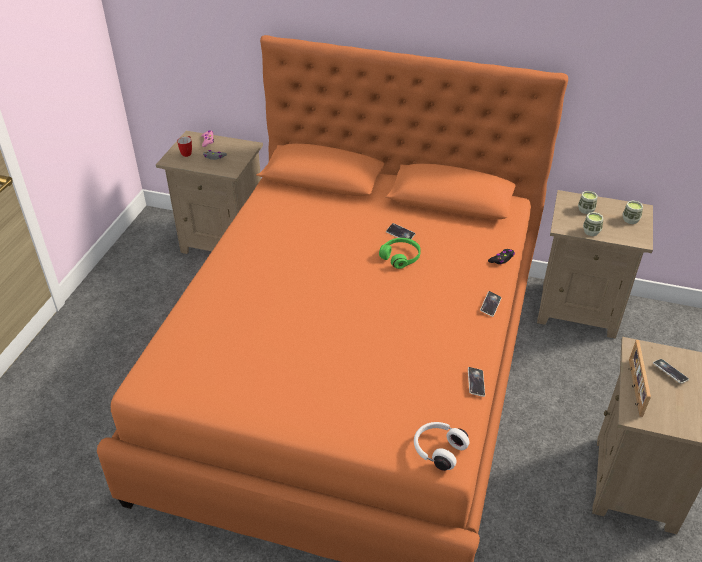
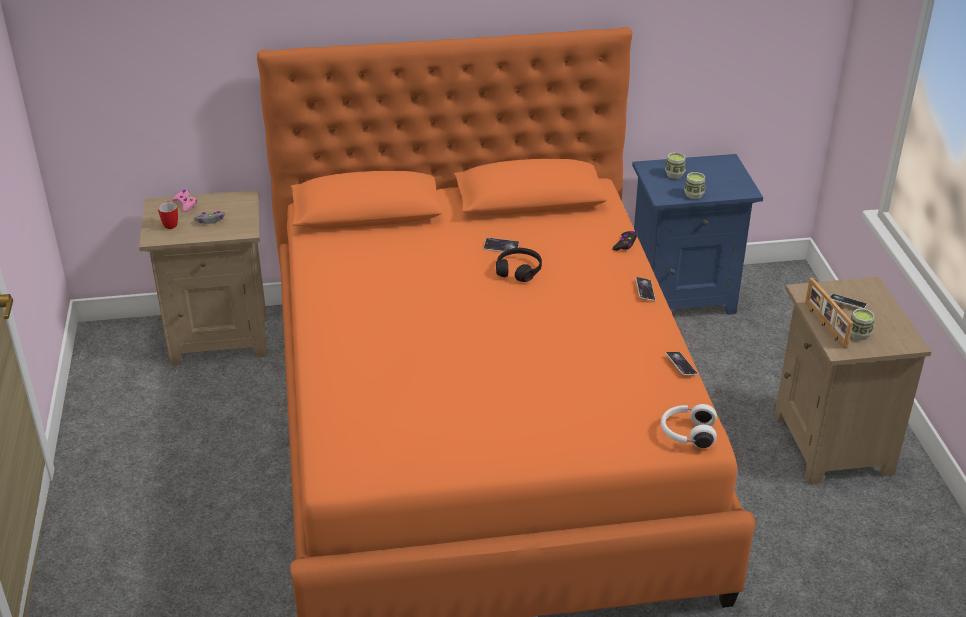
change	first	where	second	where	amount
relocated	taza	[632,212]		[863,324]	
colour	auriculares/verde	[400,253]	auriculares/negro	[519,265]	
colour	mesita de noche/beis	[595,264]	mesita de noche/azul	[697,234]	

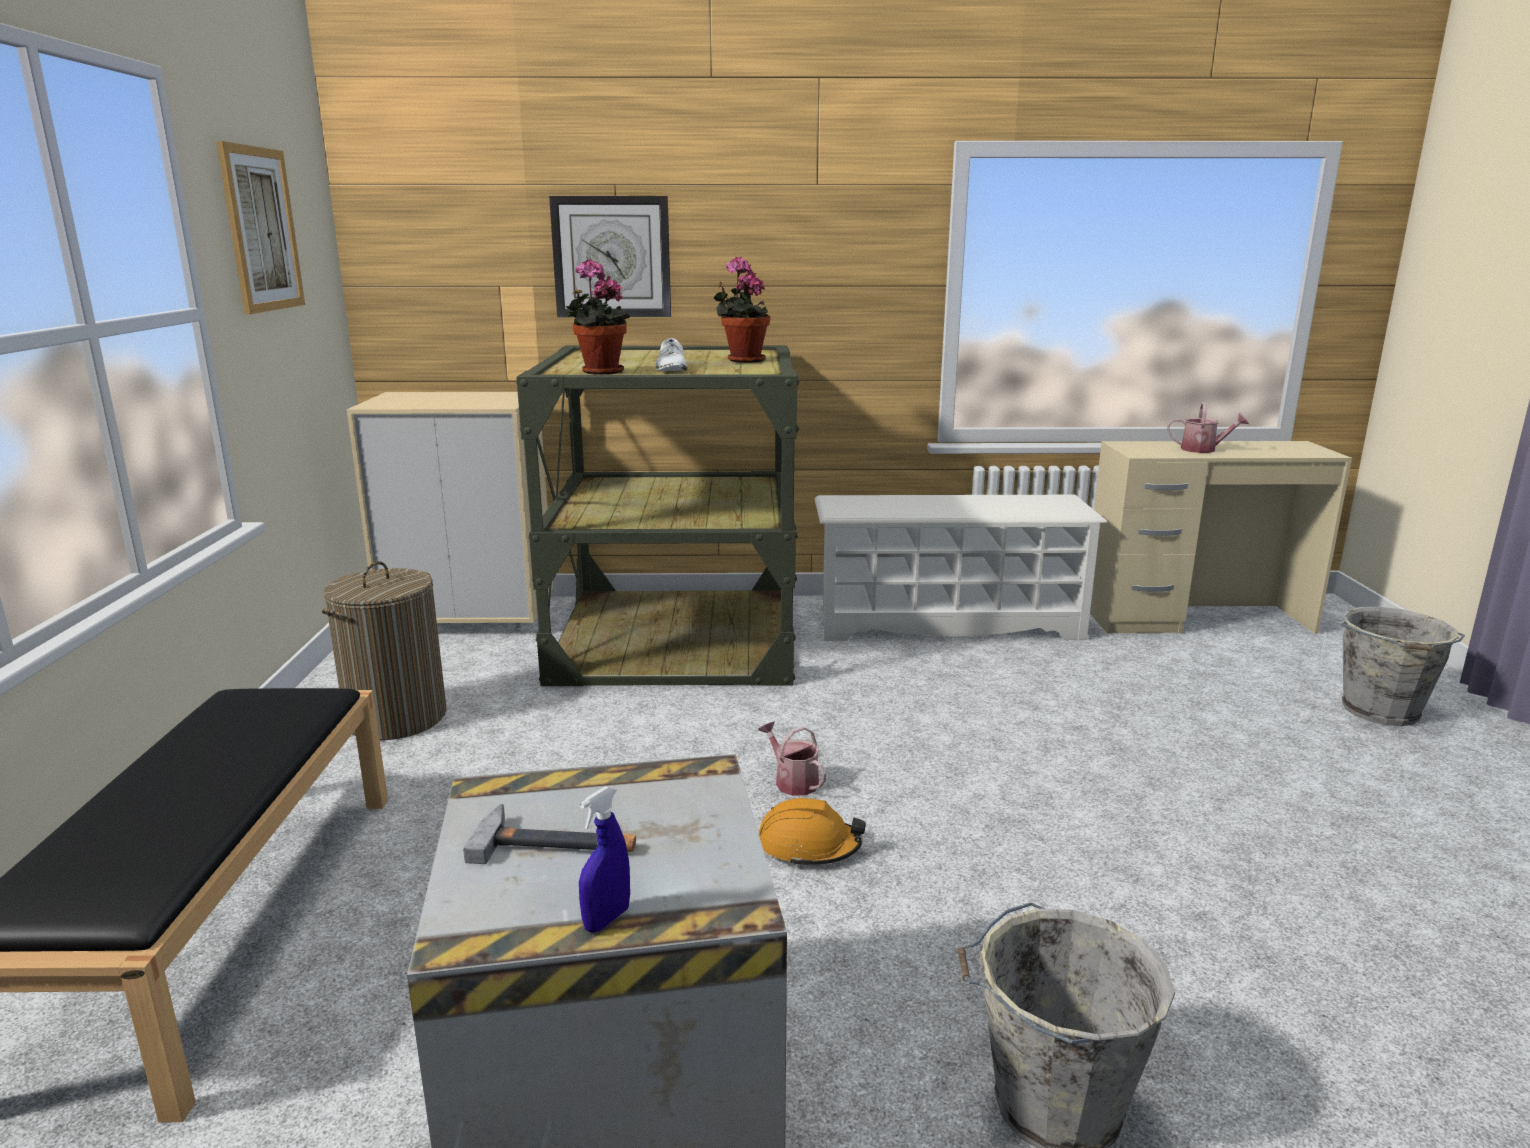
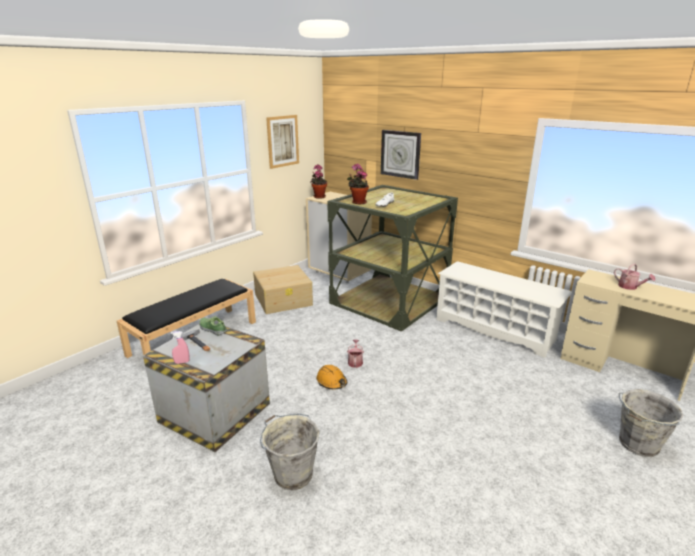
change	first	where	second	where	amount
appeared			zapato	[213,326]	
relocated	planta en maceta	[742,309]		[318,181]	
exchanged	cesto de la ropa	[384,650]	caja de almacenaje/beis	[283,289]	
colour	pulverizador/azul	[604,859]	pulverizador/rosa	[180,347]	

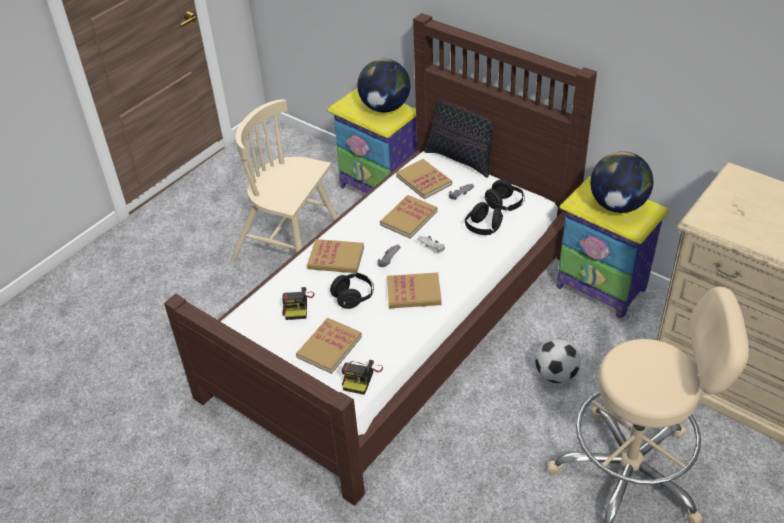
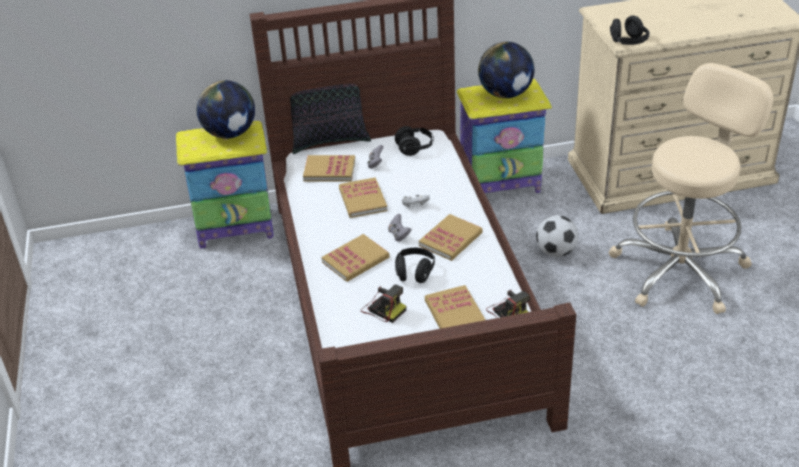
change	first	where	second	where	amount
missing	silla/beis	[284,180]			
relocated	auriculares/negro	[484,218]		[630,30]	

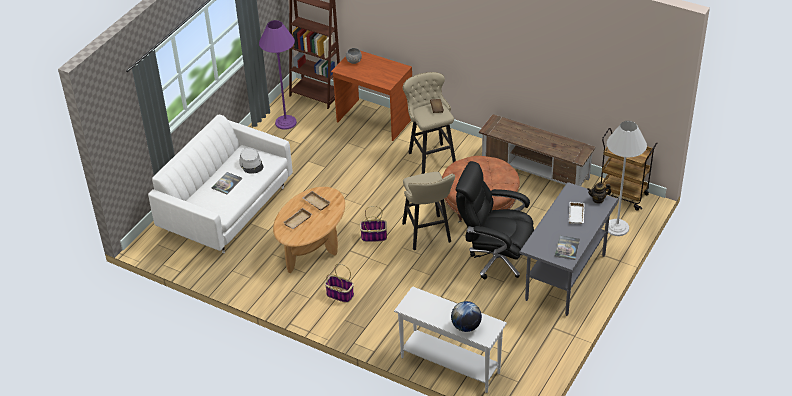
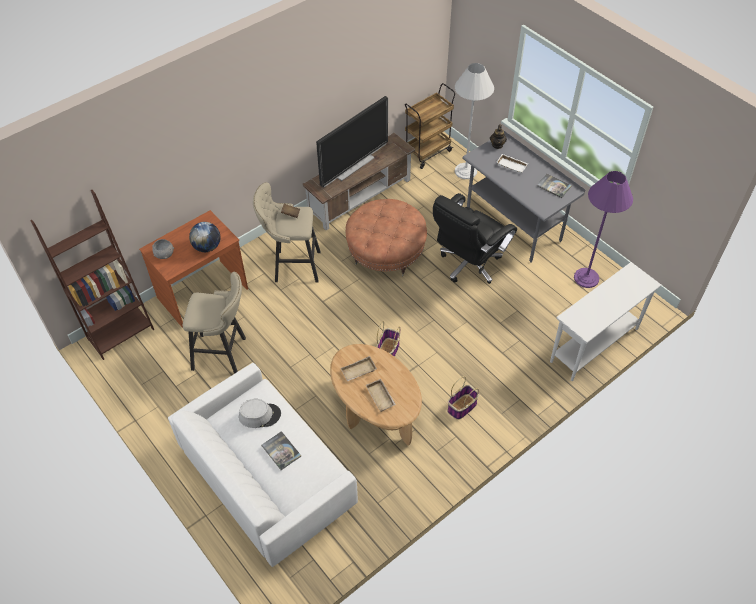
change	first	where	second	where	amount
appeared			televisor	[352,141]	
relocated	lámpara de pie/morado	[278,75]		[603,229]	
relocated	taburete/beis	[428,211]		[214,323]	
relocated	globo terráqueo	[466,316]		[205,237]	

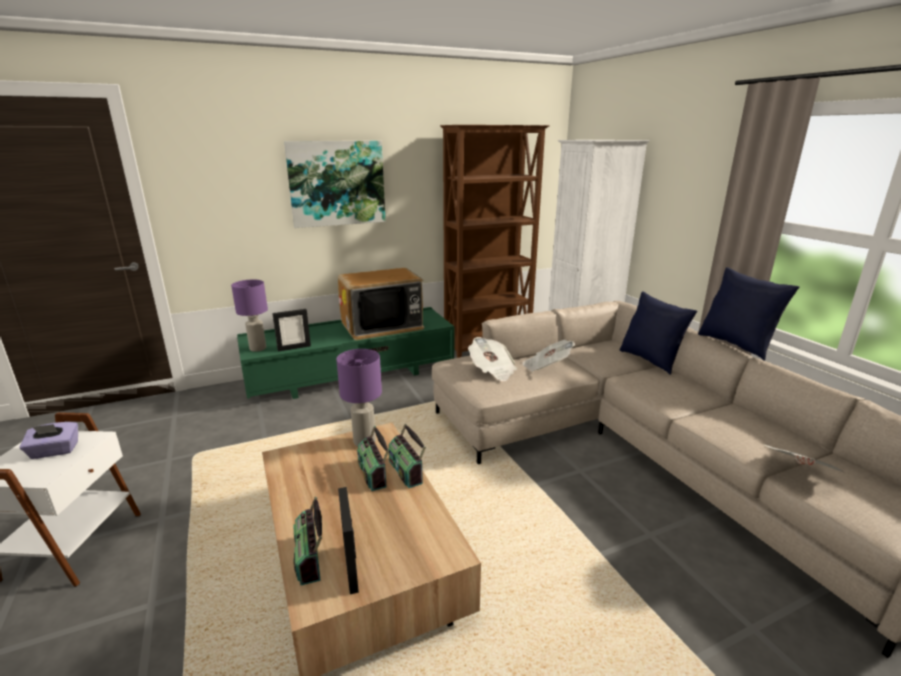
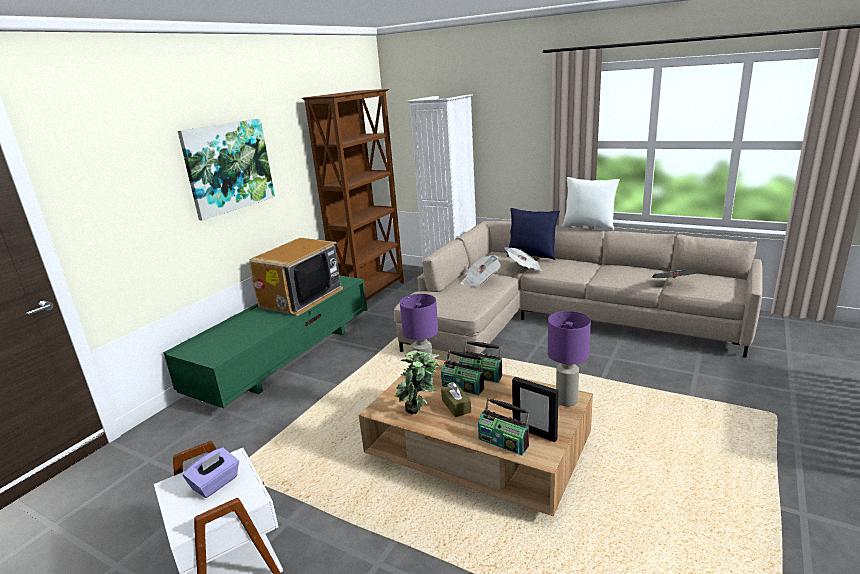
change	first	where	second	where	amount
missing	portarretratos	[291,330]			
appeared			planta en maceta	[417,382]	
appeared			caja de pañuelos/marrón	[456,399]	
relocated	lámpara de mesa/morado	[249,315]		[569,359]	
relocated	periódico	[493,359]		[523,259]	
colour	cojín/azul	[749,314]	cojín/blanco	[591,204]	

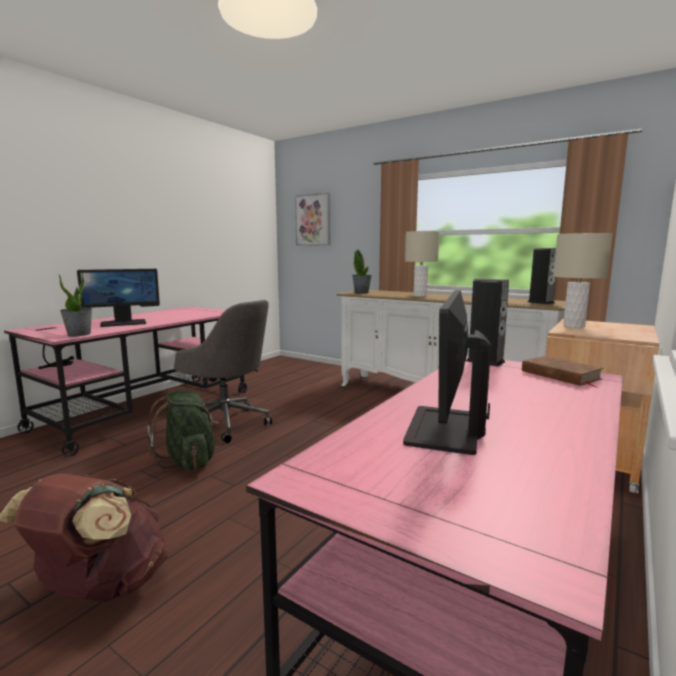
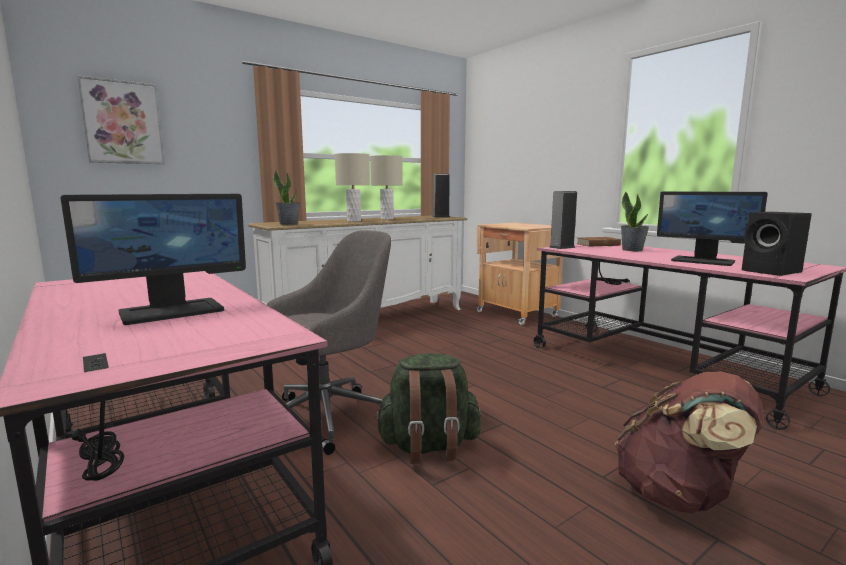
change	first	where	second	where	amount
appeared			altavoz/negro	[777,244]	
relocated	planta en maceta	[75,304]		[635,221]	
relocated	lámpara de mesa/beis	[582,280]		[386,187]	
spun	monitor	[118,298]		[153,259]	60 degrees clockwise

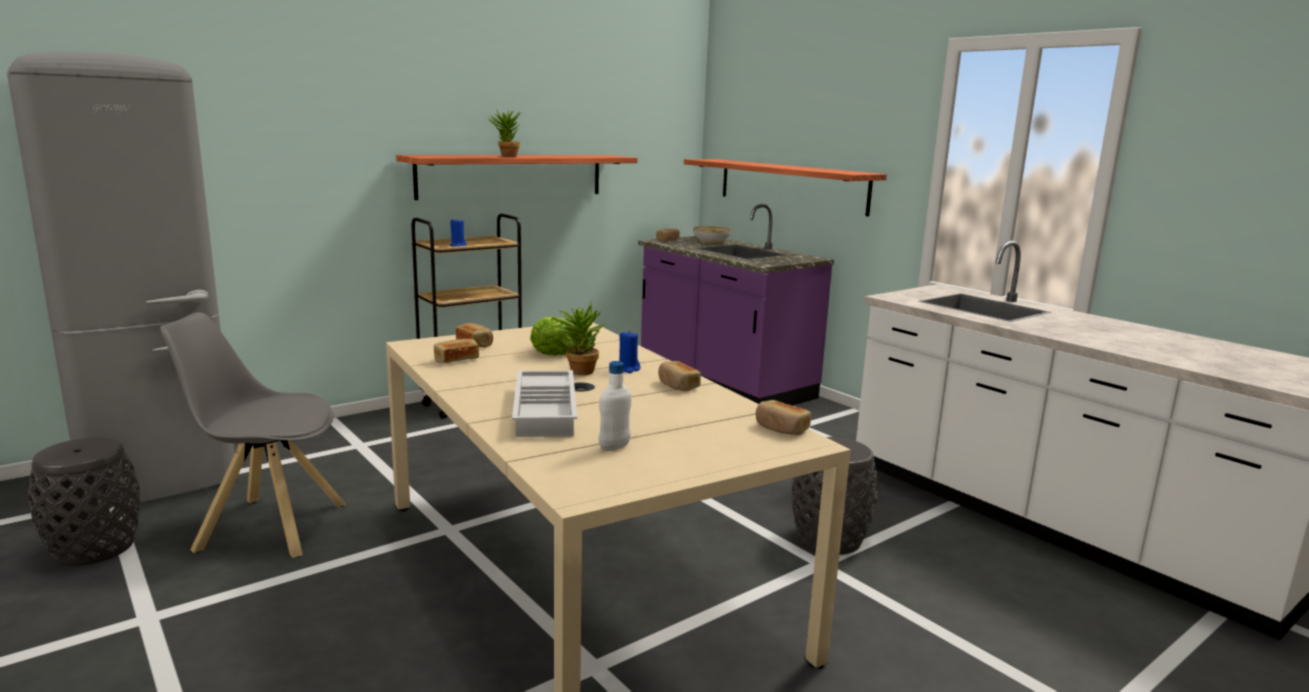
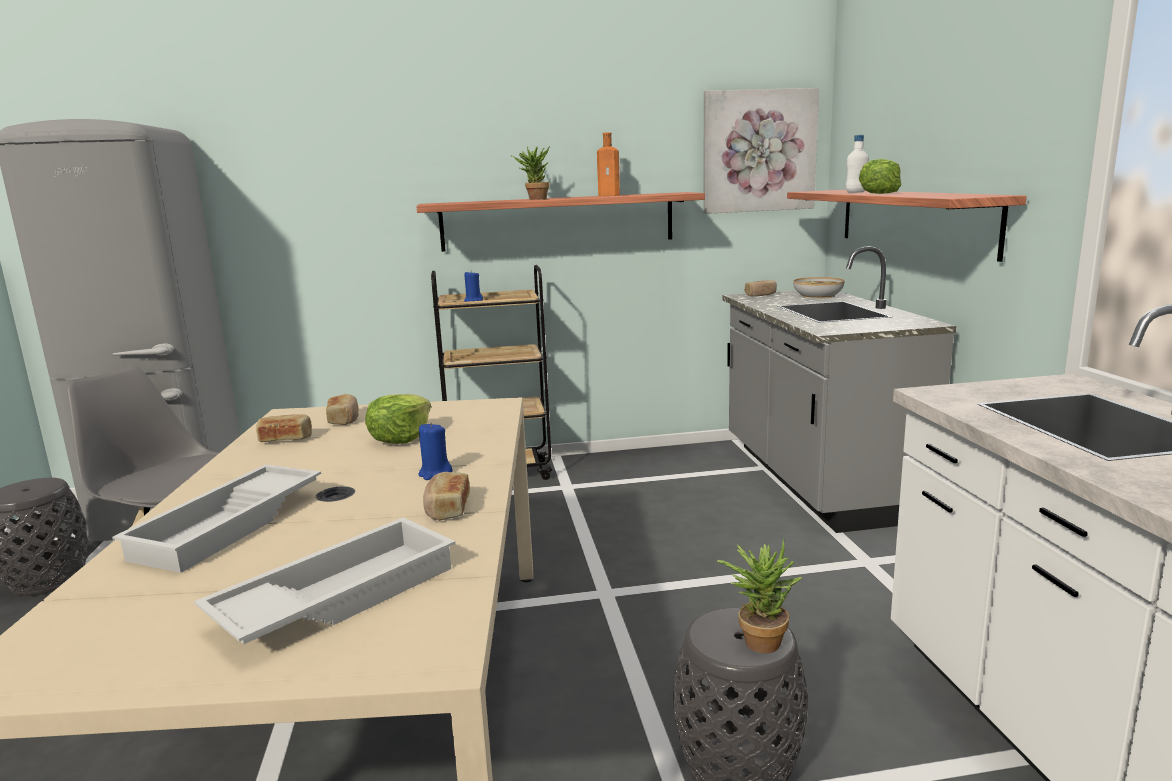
change	first	where	second	where	amount
missing	pan	[783,417]			
appeared			bandeja/blanco	[325,580]	
appeared			botella/naranja	[608,164]	
appeared			cuadro	[761,151]	
appeared			lechuga	[880,176]	
relocated	planta en maceta	[578,338]		[759,596]	
relocated	botella/blanco	[615,406]		[857,164]	
colour	mueble bajo de cocina/morado	[736,304]	mueble bajo de cocina/gris	[839,389]	

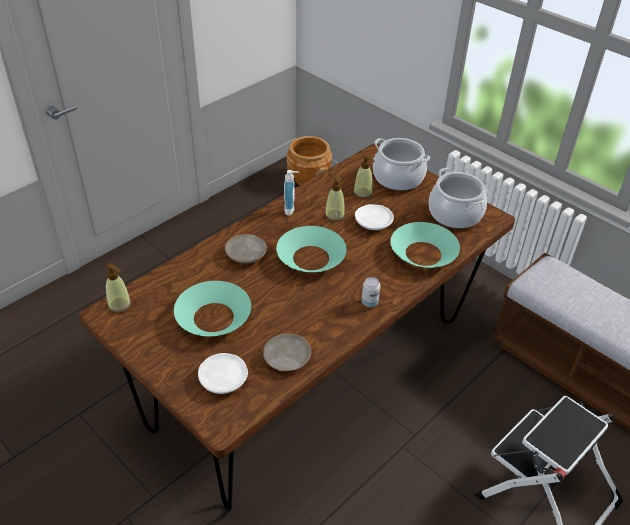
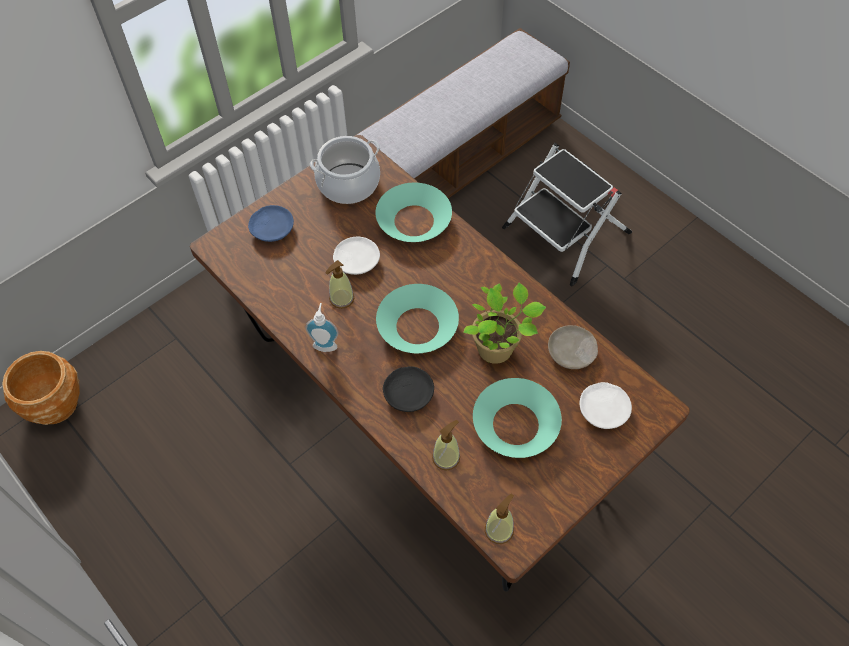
change	first	where	second	where	amount
missing	lata	[371,292]			
appeared			planta en maceta	[504,323]	
relocated	dispensador de jabón	[364,176]		[446,445]	
exchanged	olla	[401,164]	plato/azul	[271,223]	
colour	plato/beis	[246,249]	plato/negro	[408,389]	

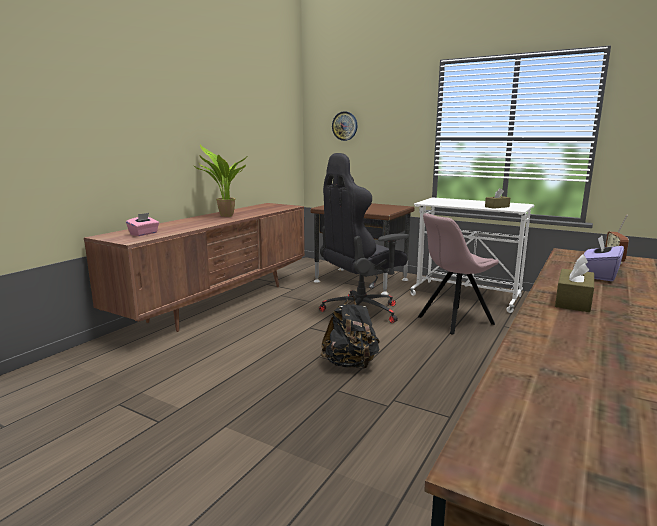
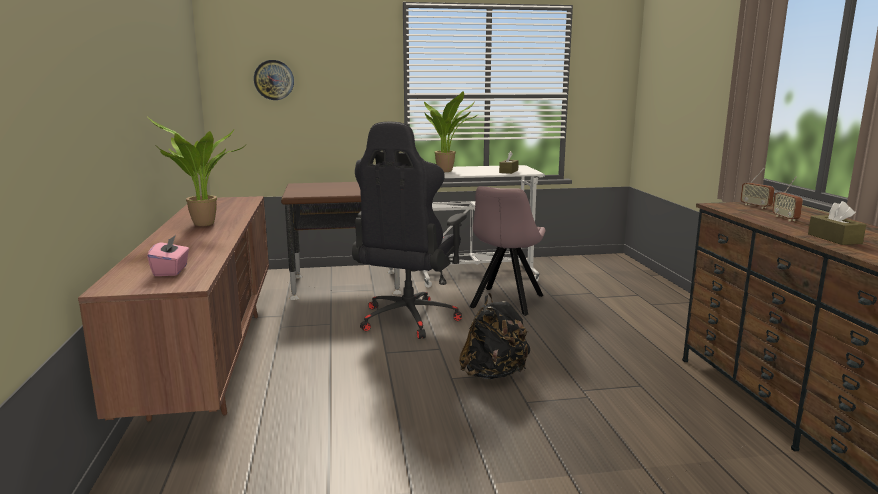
change	first	where	second	where	amount
appeared			planta en maceta	[452,131]	
exchanged	caja de pañuelos/morado	[604,258]	radio	[787,199]	

